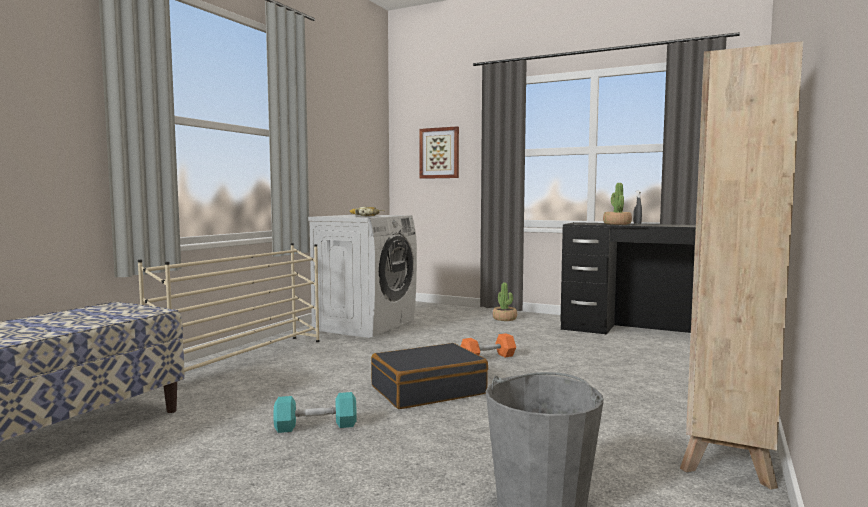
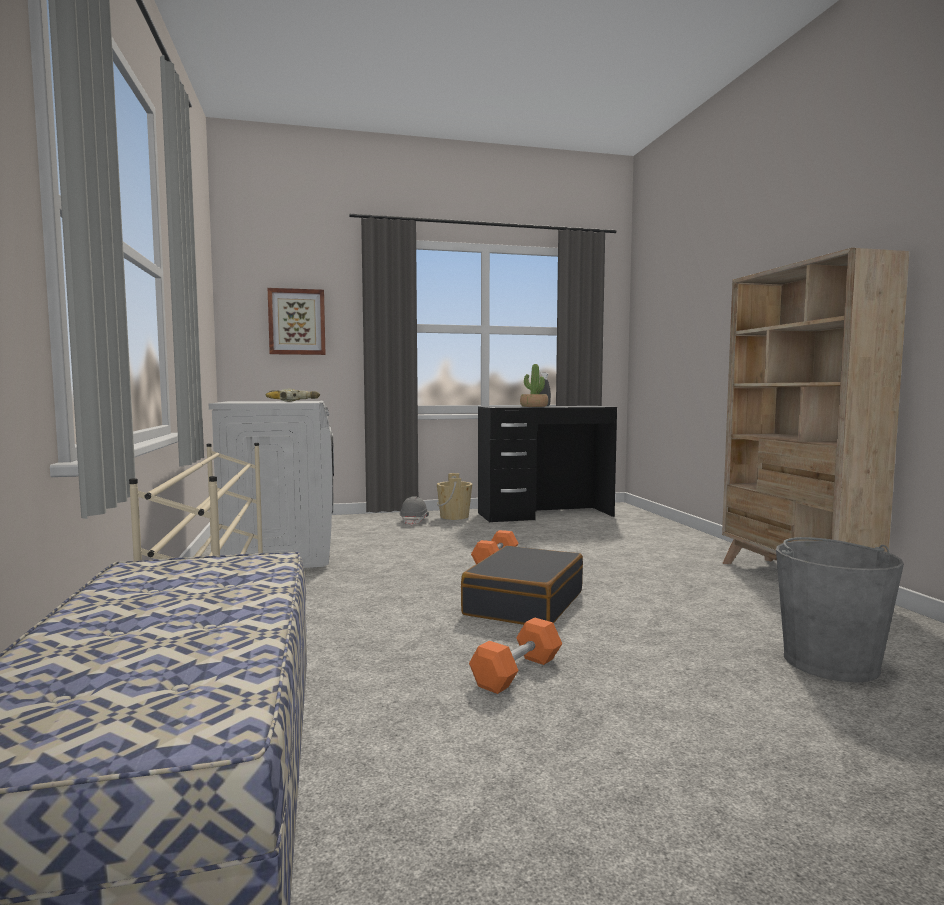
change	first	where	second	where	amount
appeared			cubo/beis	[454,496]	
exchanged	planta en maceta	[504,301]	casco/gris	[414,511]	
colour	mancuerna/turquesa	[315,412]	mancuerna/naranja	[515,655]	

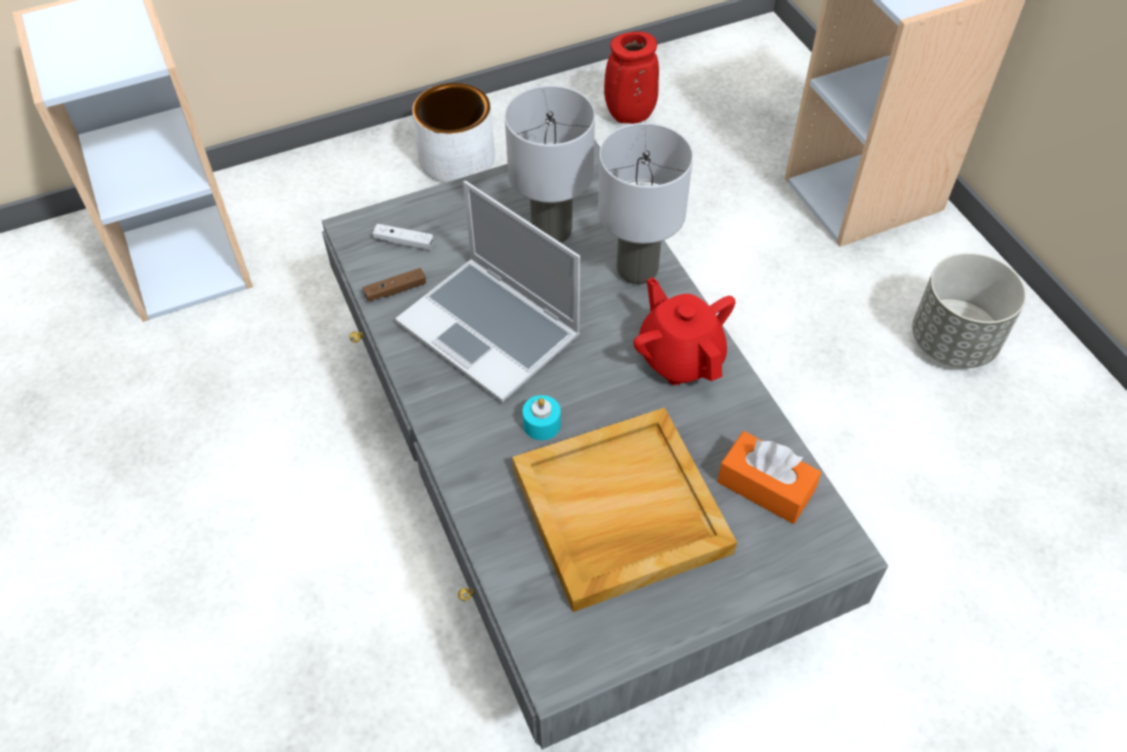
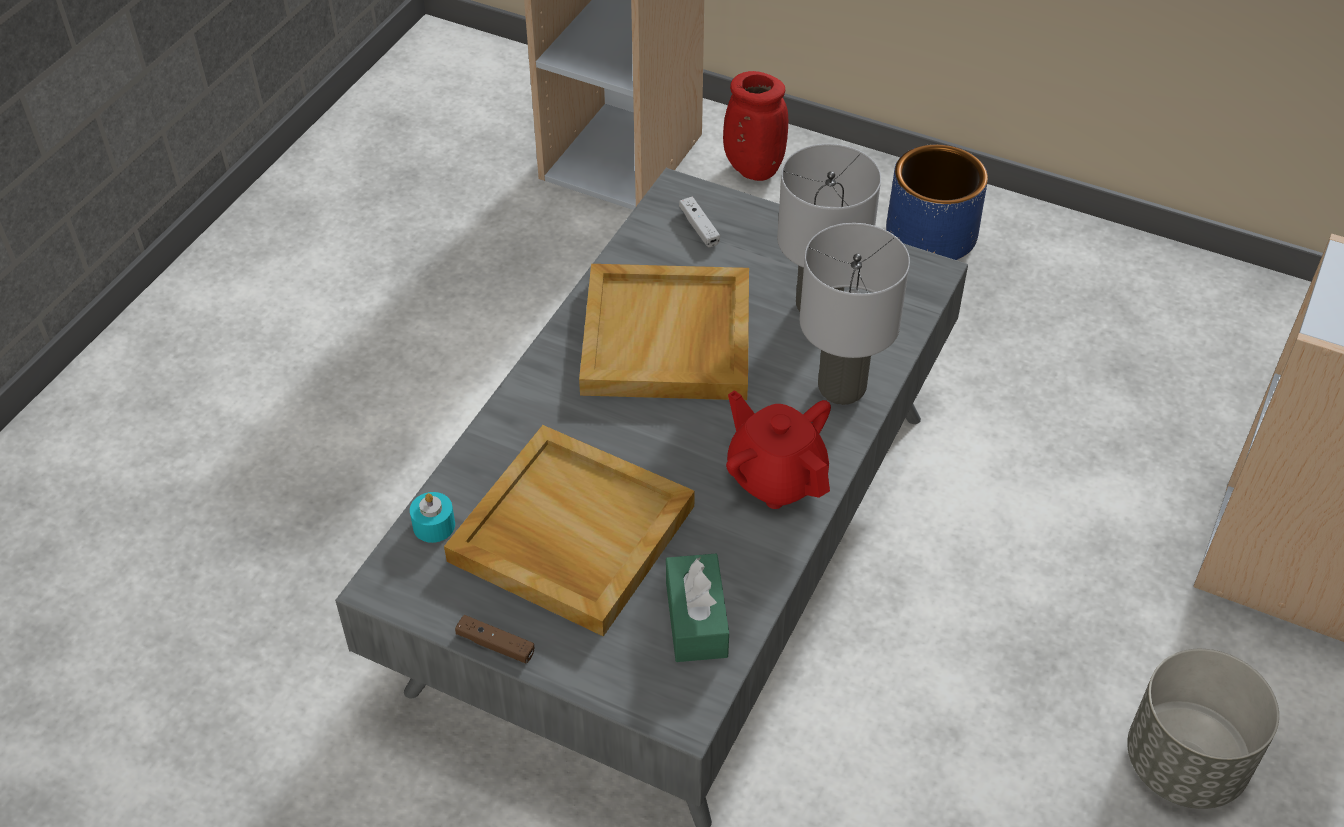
change	first	where	second	where	amount
relocated	mando de consola/marrón	[394,285]		[495,639]	
relocated	vela/turquesa	[541,417]		[432,517]	
relocated	florero/rojo	[631,78]		[755,126]	
exchanged	portátil	[487,291]	bandeja/beis	[664,332]	
colour	maceta/blanco	[453,133]	maceta/azul	[937,202]	
colour	caja de pañuelos/naranja	[769,477]	caja de pañuelos/verde	[697,608]	
spun	tetera/rojo	[684,331]		[778,449]	60 degrees counterclockwise

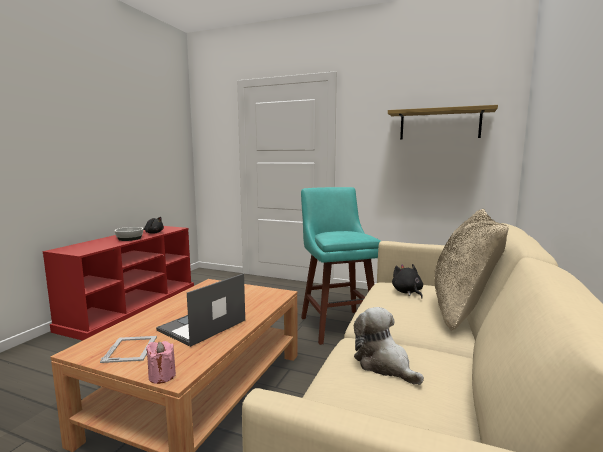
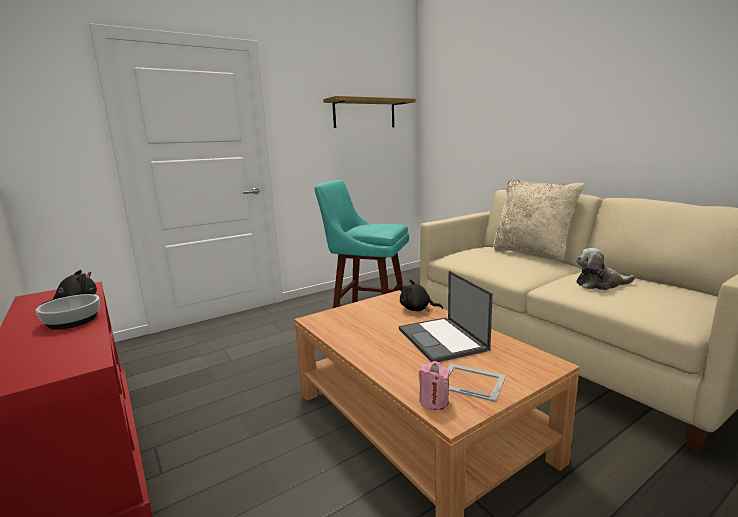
change	first	where	second	where	amount
relocated	vela/rosa	[161,362]		[434,385]	
relocated	peluche/negro	[407,281]		[421,295]	

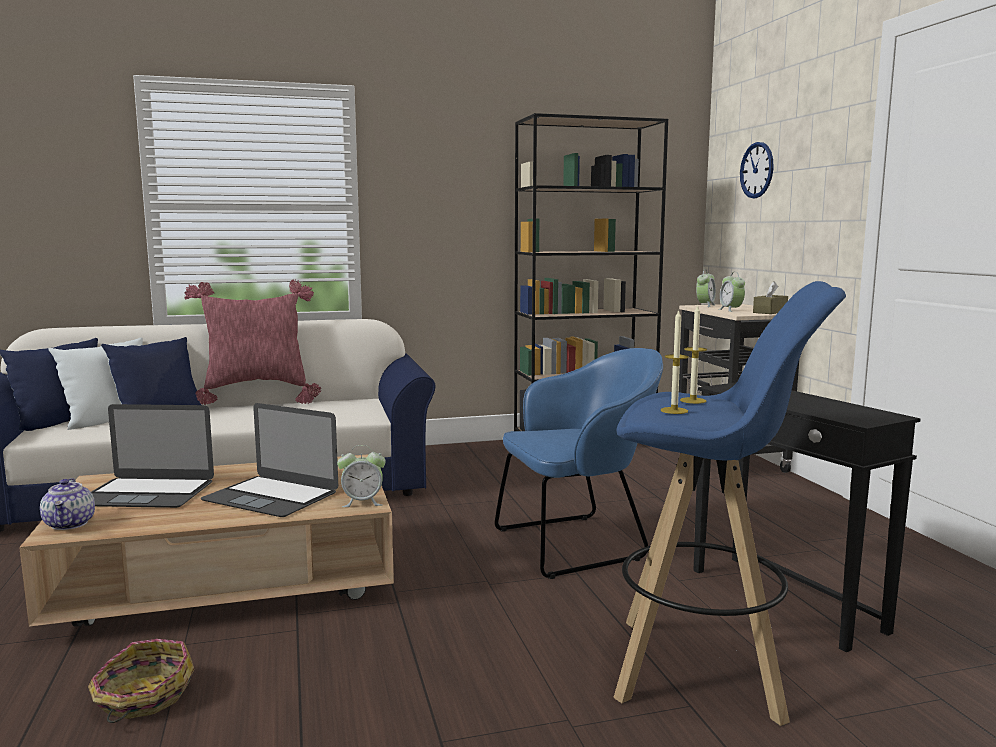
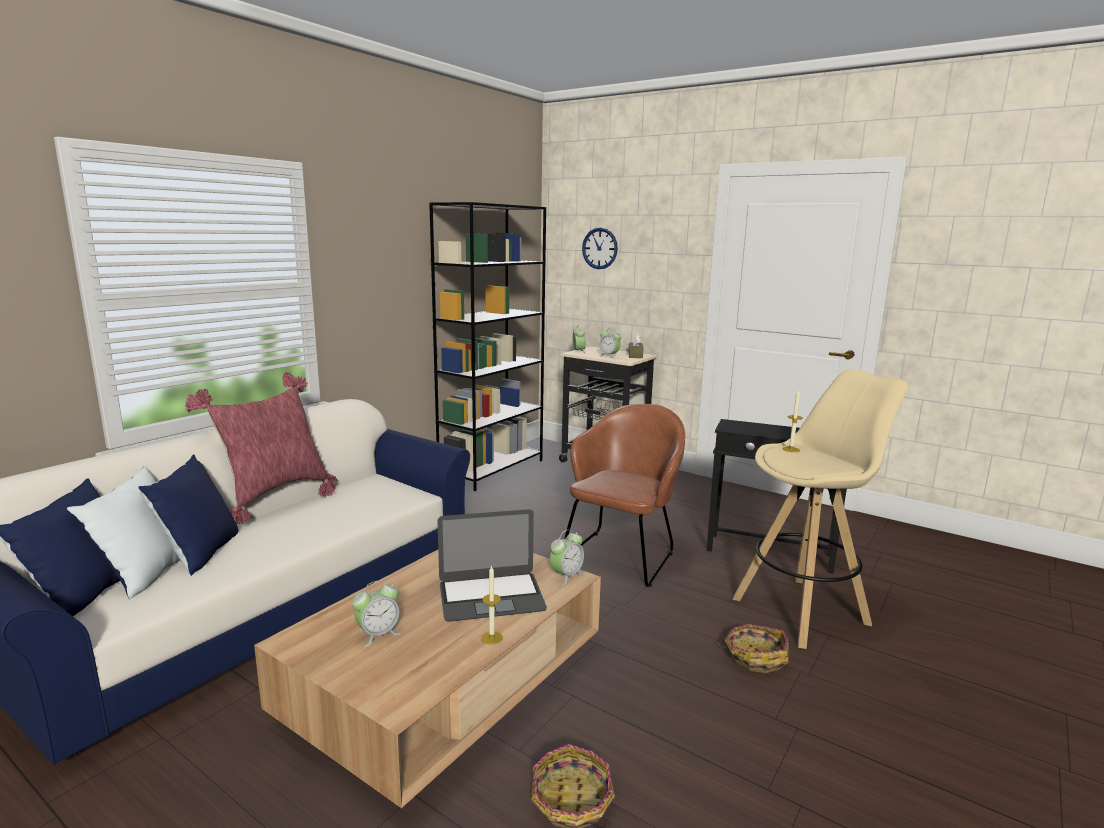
change	first	where	second	where	amount
missing	tetera	[67,504]			
appeared			cesta	[753,648]	
relocated	vela	[675,361]		[492,605]	
exchanged	portátil	[152,456]	despertador	[376,614]	
colour	sillón/azul	[579,463]	sillón/marrón	[624,495]	
colour	taburete/azul	[730,503]	taburete/beis	[820,509]	

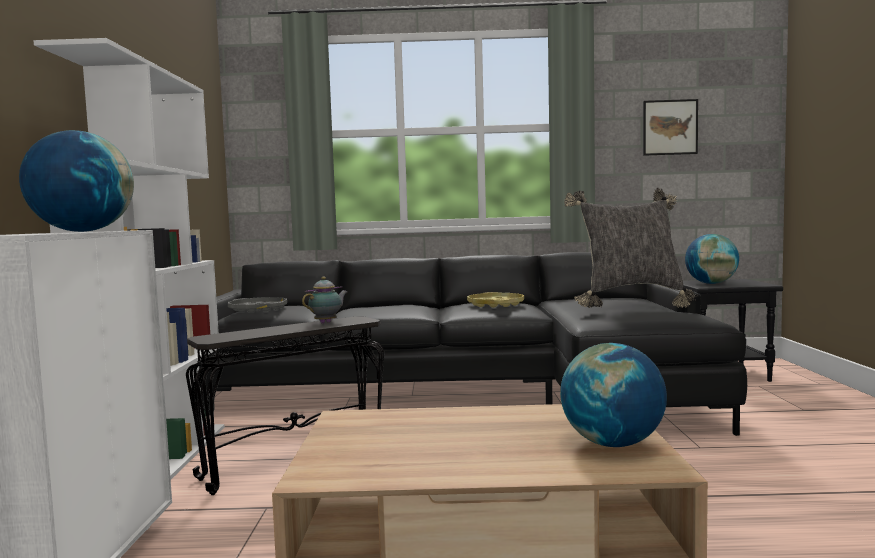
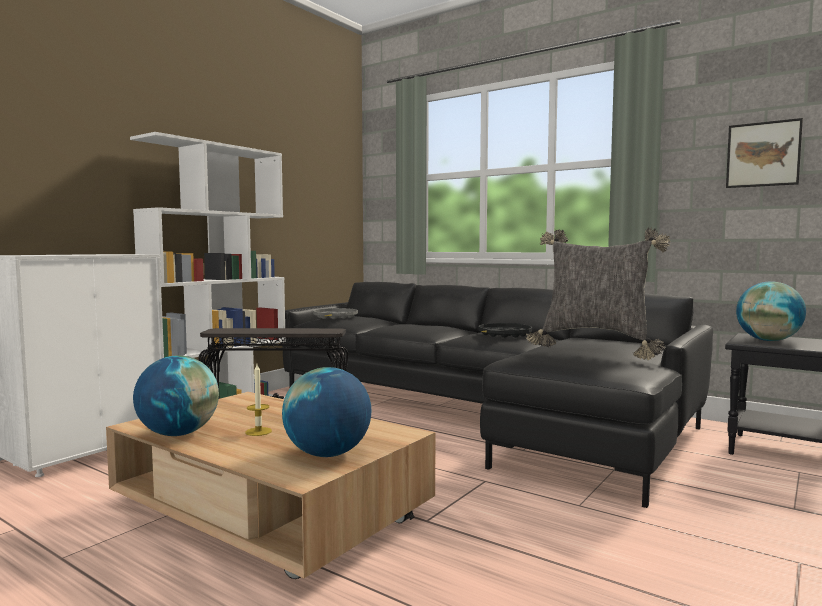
change	first	where	second	where	amount
missing	tetera	[324,300]			
appeared			vela	[258,400]	
relocated	globo terráqueo	[76,181]		[176,395]	
colour	bandeja/amarillo	[495,300]	bandeja/negro	[505,330]	

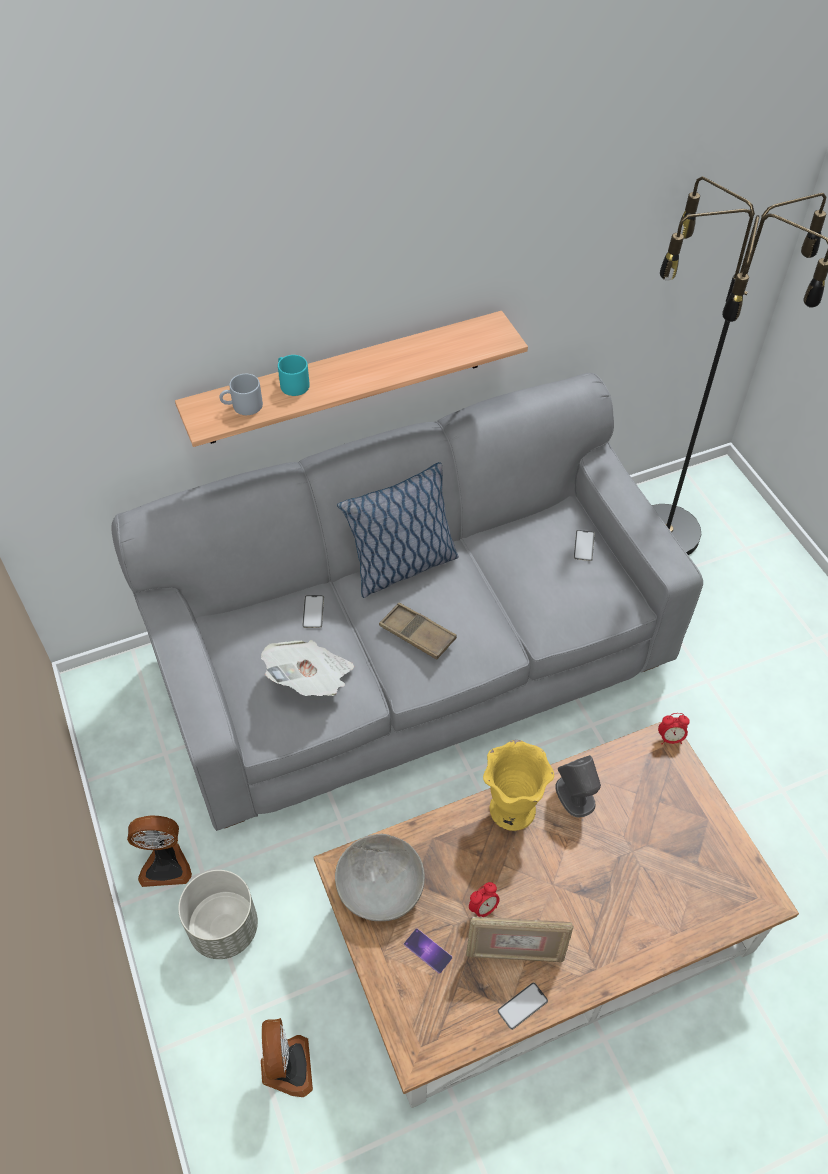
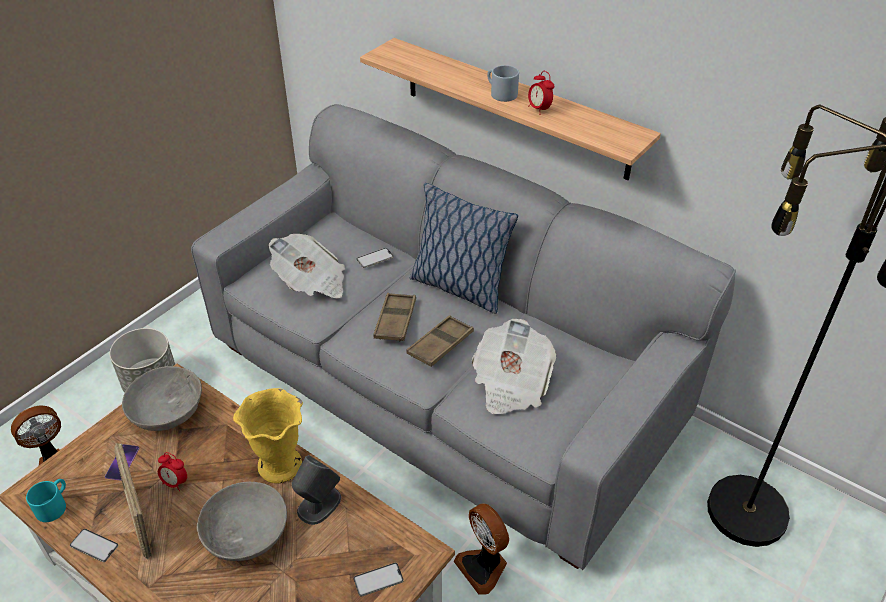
change	first	where	second	where	amount
appeared			cuenco/gris	[241,521]	
appeared			bandeja/marrón	[440,341]	
appeared			periódico	[514,366]	
relocated	ventilador	[159,851]		[481,549]	
relocated	taza grande/gris	[241,394]		[503,83]	
relocated	taza grande/turquesa	[294,375]		[46,500]	
relocated	móvil	[584,545]		[379,580]	
relocated	despertador	[674,728]		[541,93]	

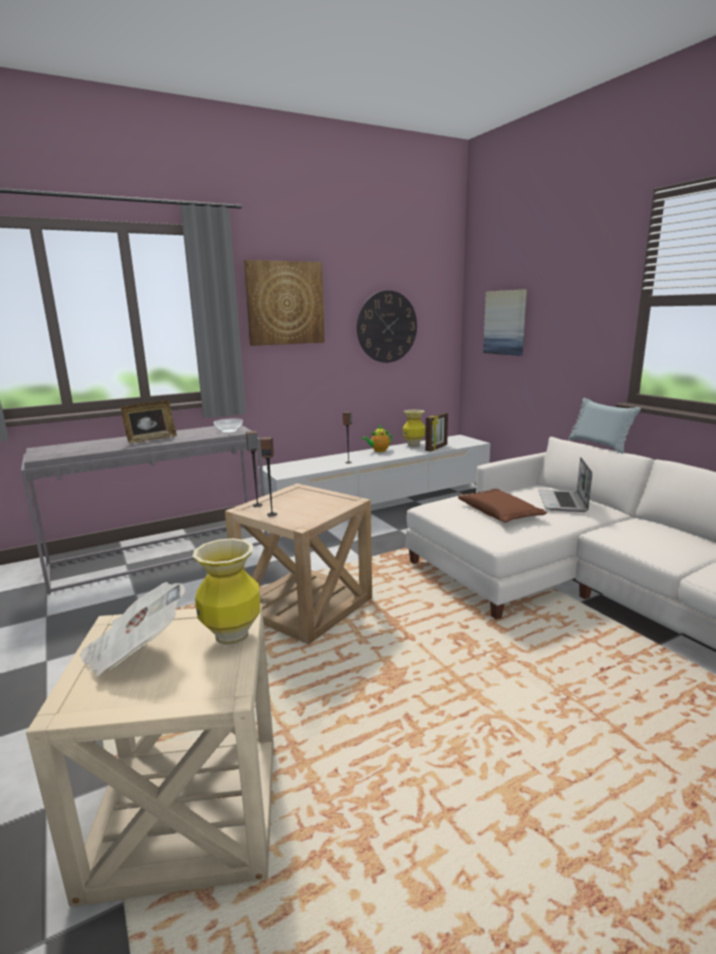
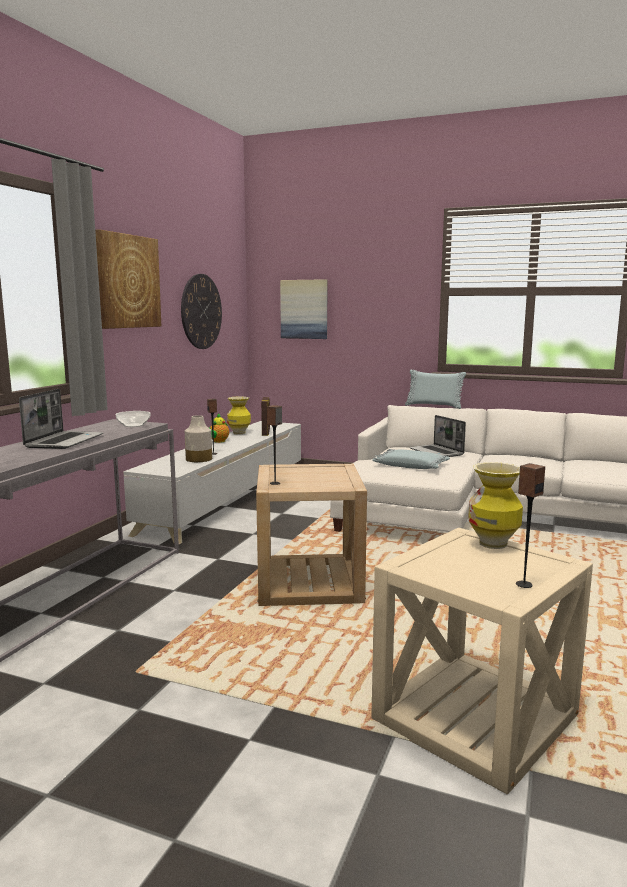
change	first	where	second	where	amount
missing	periódico	[133,629]			
appeared			florero/beis	[198,438]	
relocated	altavoz	[268,476]		[530,525]	
exchanged	portarretratos	[149,421]	portátil	[61,419]	
colour	cojín/marrón	[502,505]	cojín/azul	[411,459]	

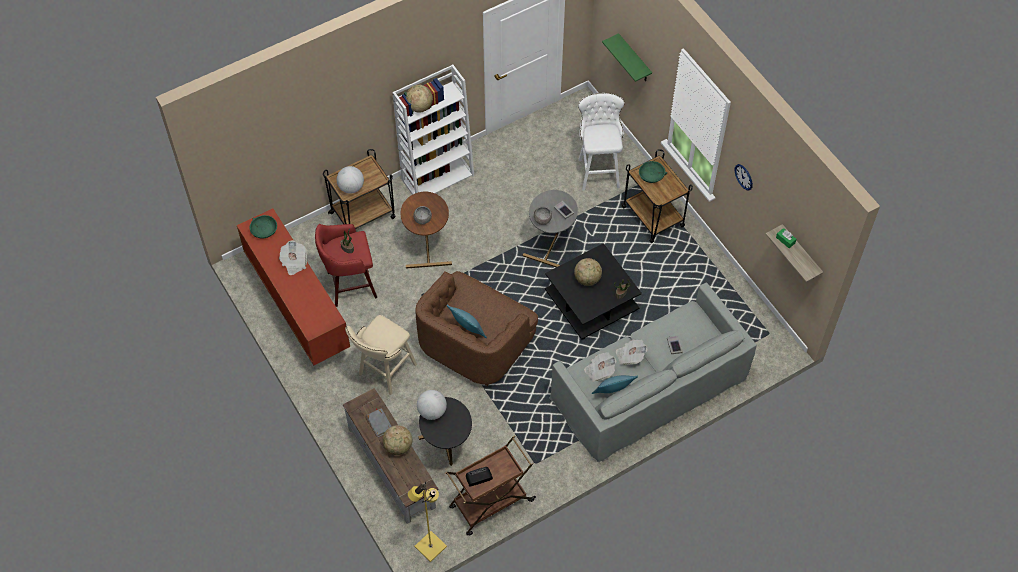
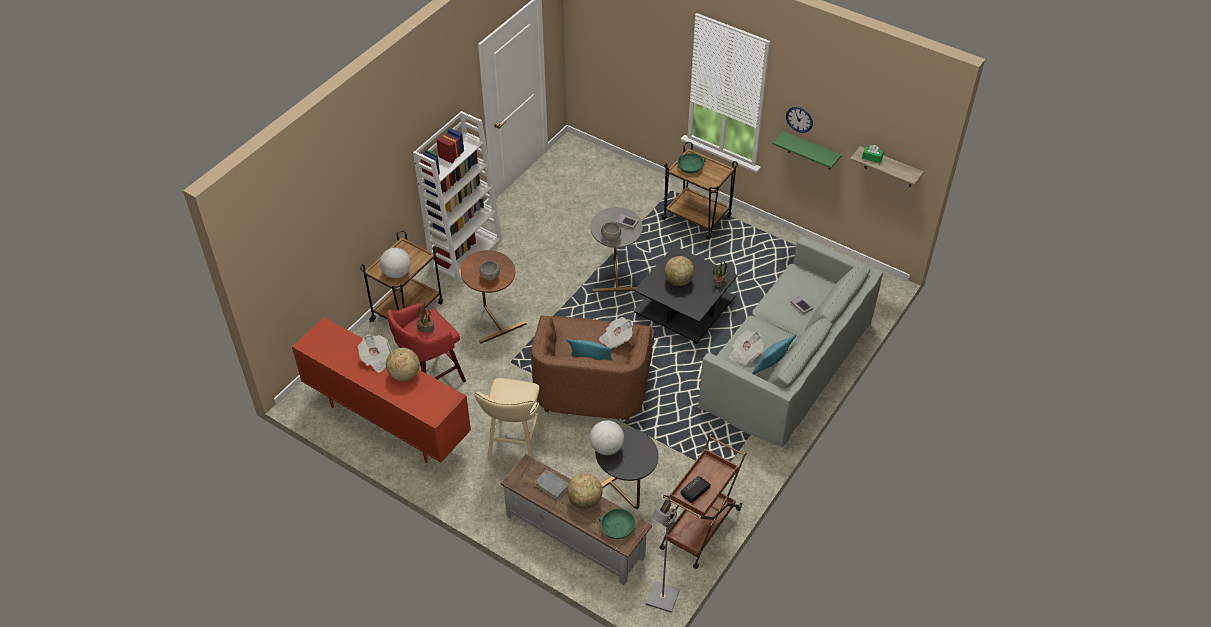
change	first	where	second	where	amount
missing	taburete/blanco	[601,141]			
relocated	cuenco/verde	[263,226]		[617,523]	
relocated	globo terráqueo	[419,99]		[403,364]	
relocated	estante/verde	[627,57]		[807,150]	
relocated	periódico	[631,352]		[616,333]	
colour	lámpara de pie/amarillo	[427,522]	lámpara de pie/gris	[663,554]	

